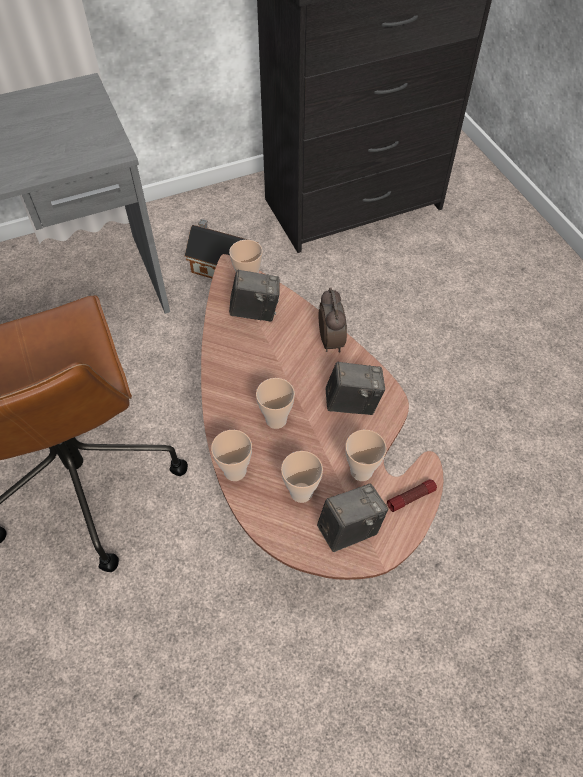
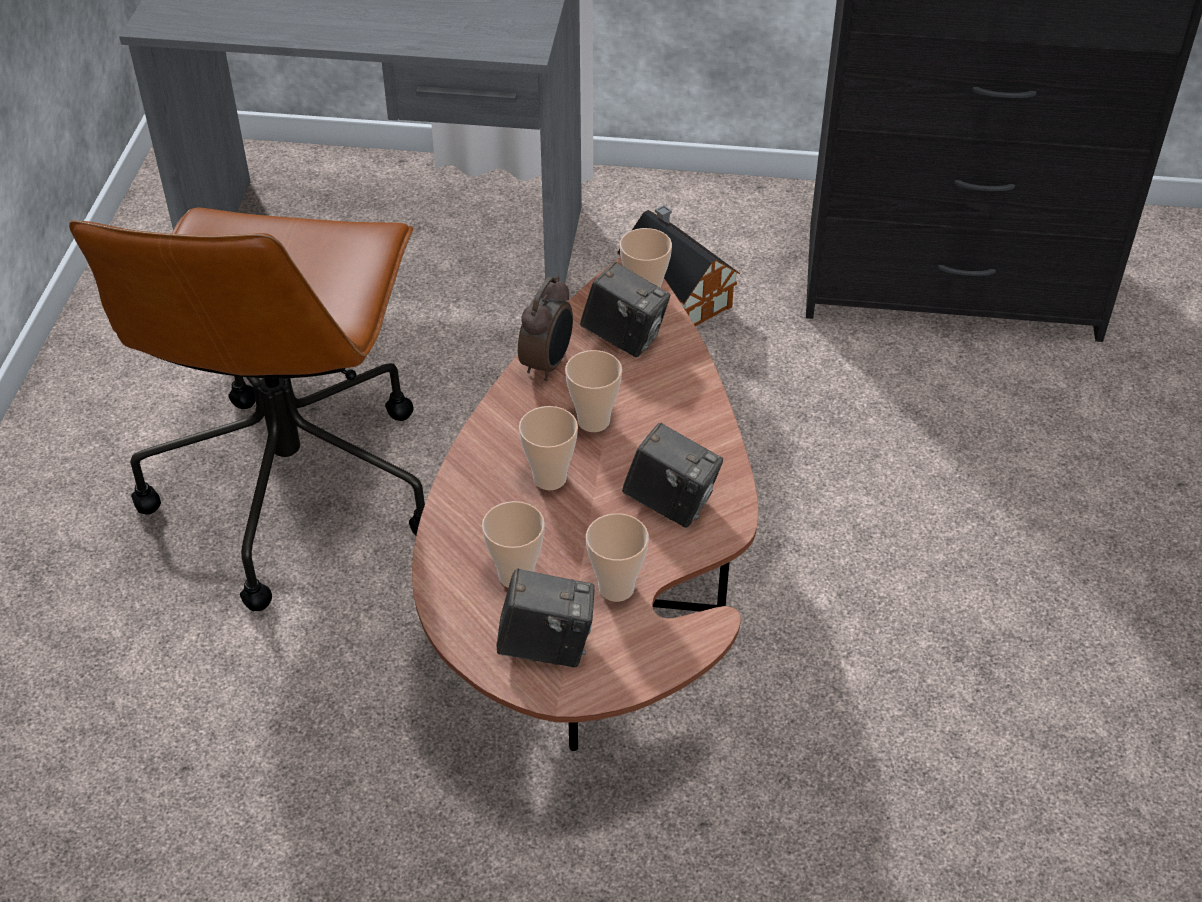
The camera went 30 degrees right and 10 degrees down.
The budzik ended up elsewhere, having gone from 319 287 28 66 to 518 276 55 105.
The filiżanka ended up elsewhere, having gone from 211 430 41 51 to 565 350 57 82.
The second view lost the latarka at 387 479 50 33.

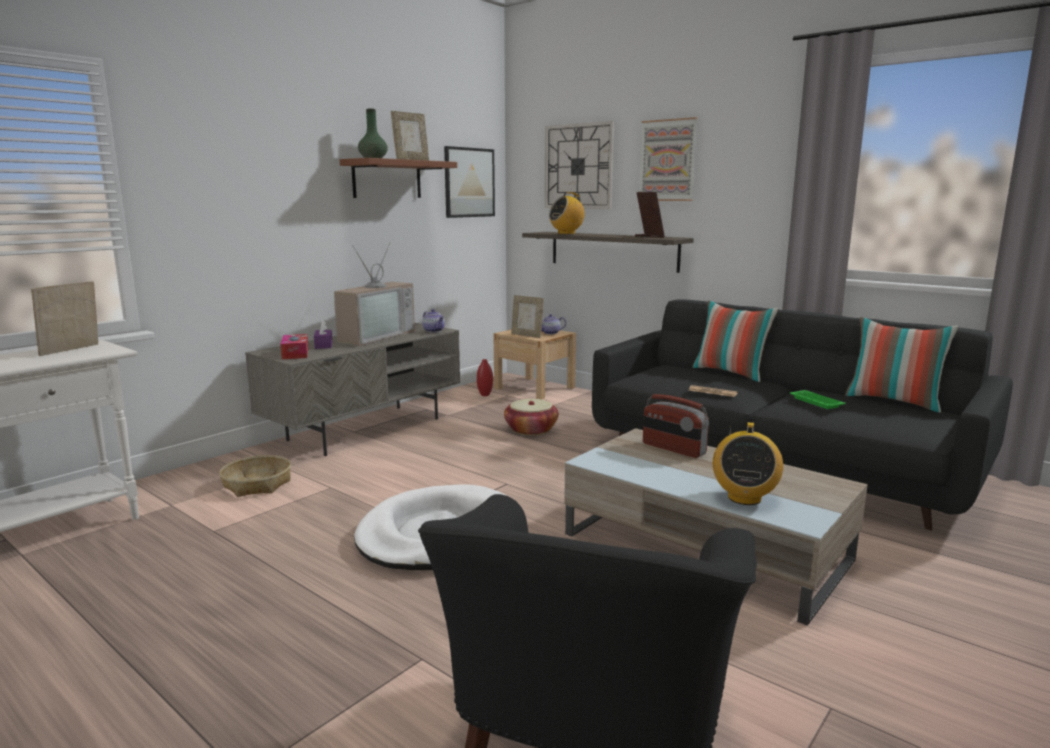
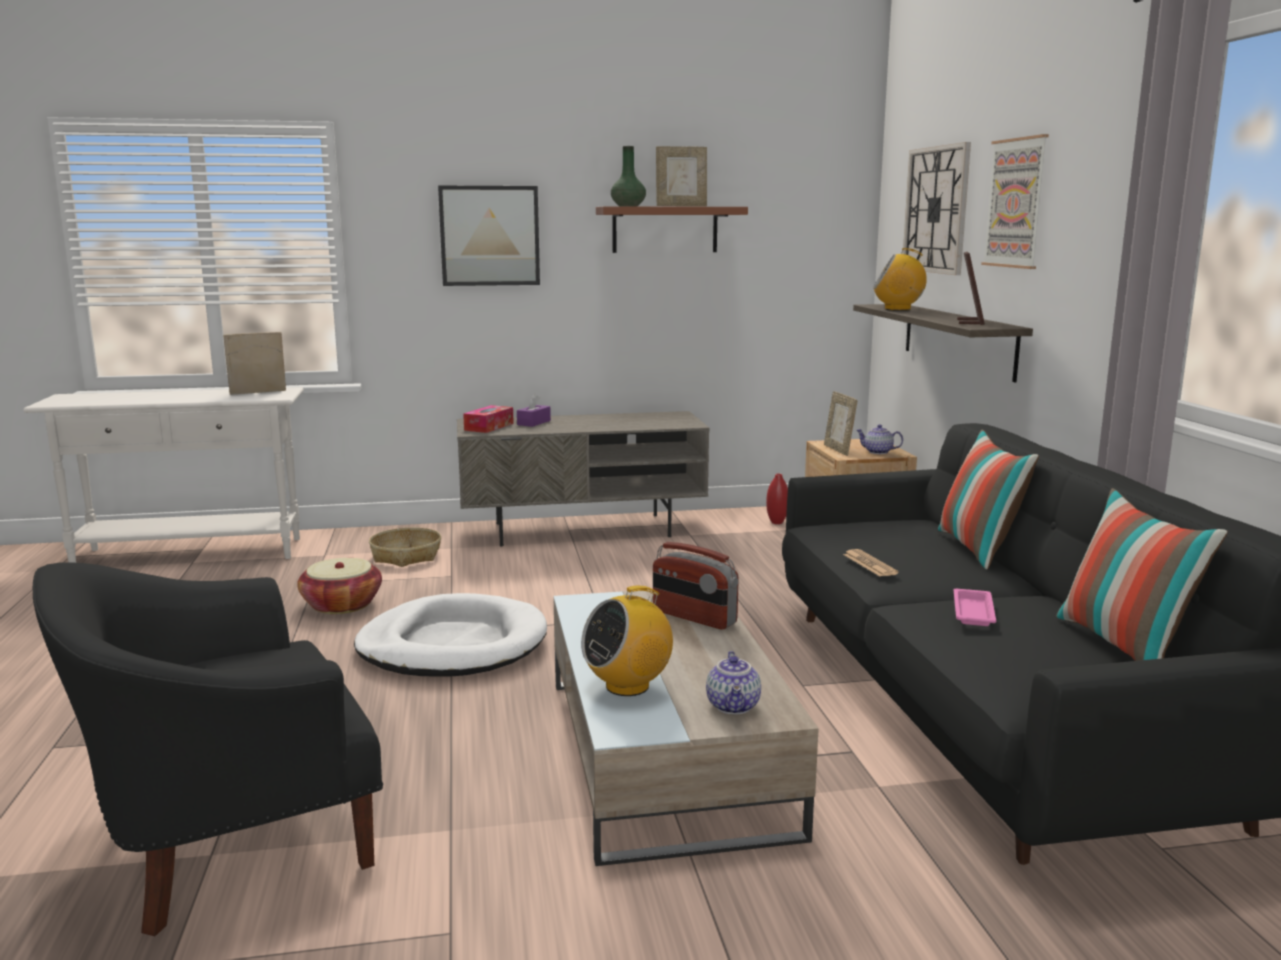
The camera went 40 degrees right and 0 degrees up.
The koszyk ended up elsewhere, having gone from 504 399 55 37 to 297 558 85 56.
The obraz ended up elsewhere, having gone from 444 146 51 72 to 438 185 102 101.
The radio at 643 394 66 64 ended up facing another way, 45 degrees counterclockwise from before.
The imbryk ended up elsewhere, having gone from 422 309 23 23 to 706 651 55 63.
What was the taca/zielony at 790 390 56 19 turned into the taca/różowy at 954 589 42 37.
The second view lost the telewizor at 334 242 81 104.

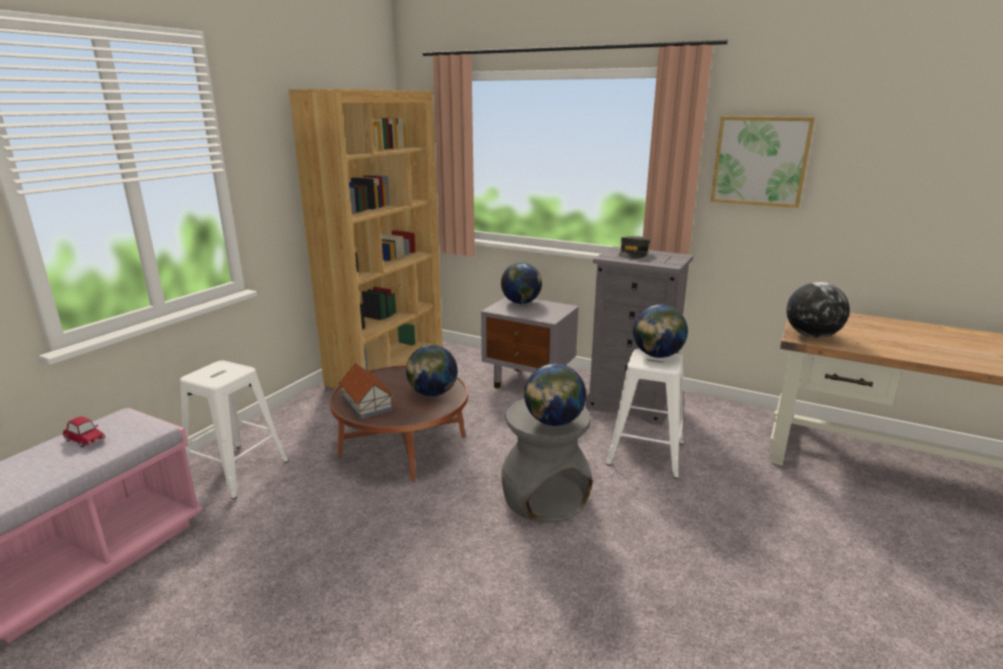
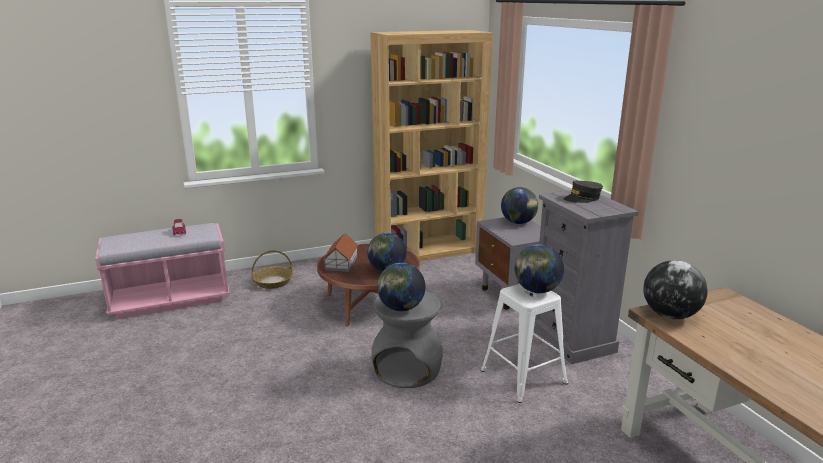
The camera went 40 degrees right and 0 degrees up.
Where the stołek/biały stood at 180 361 108 138, the koszyk came to stand at 251 250 42 39.
The second view lost the obraz at 710 116 105 92.

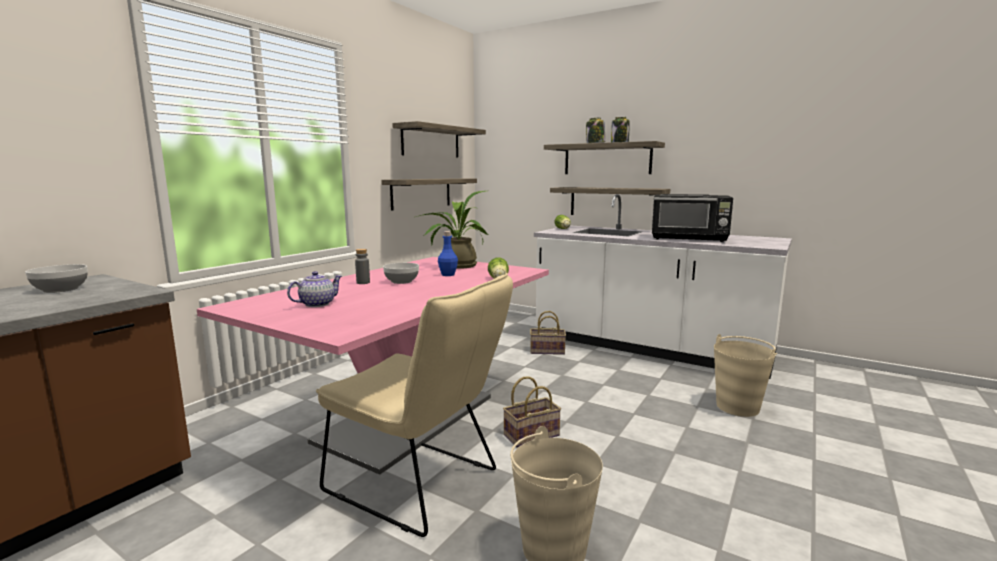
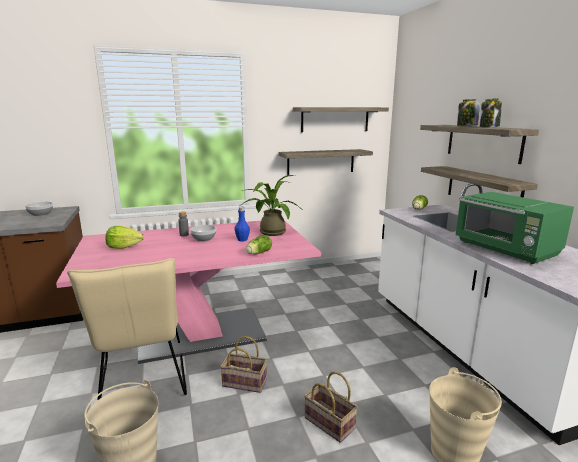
The camera went 40 degrees right and 5 degrees up.
Where the imbryk stood at 287 271 55 36, the sałata came to stand at 105 226 39 23.
The koszyk ended up elsewhere, having gone from 530 311 36 44 to 304 371 54 72.
What was the mikrofalówka/czarny at 652 194 81 48 turned into the mikrofalówka/zielony at 455 192 119 72.

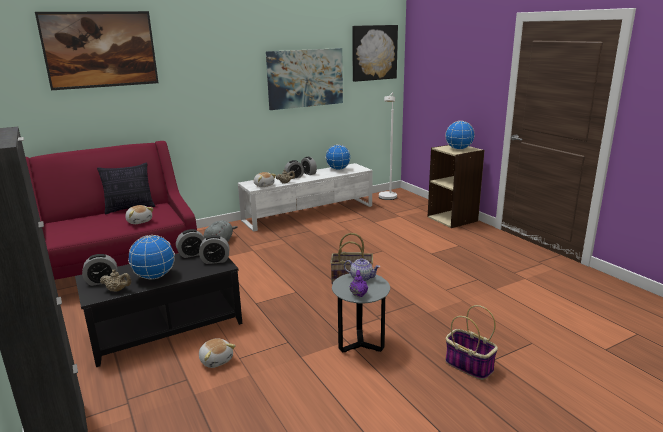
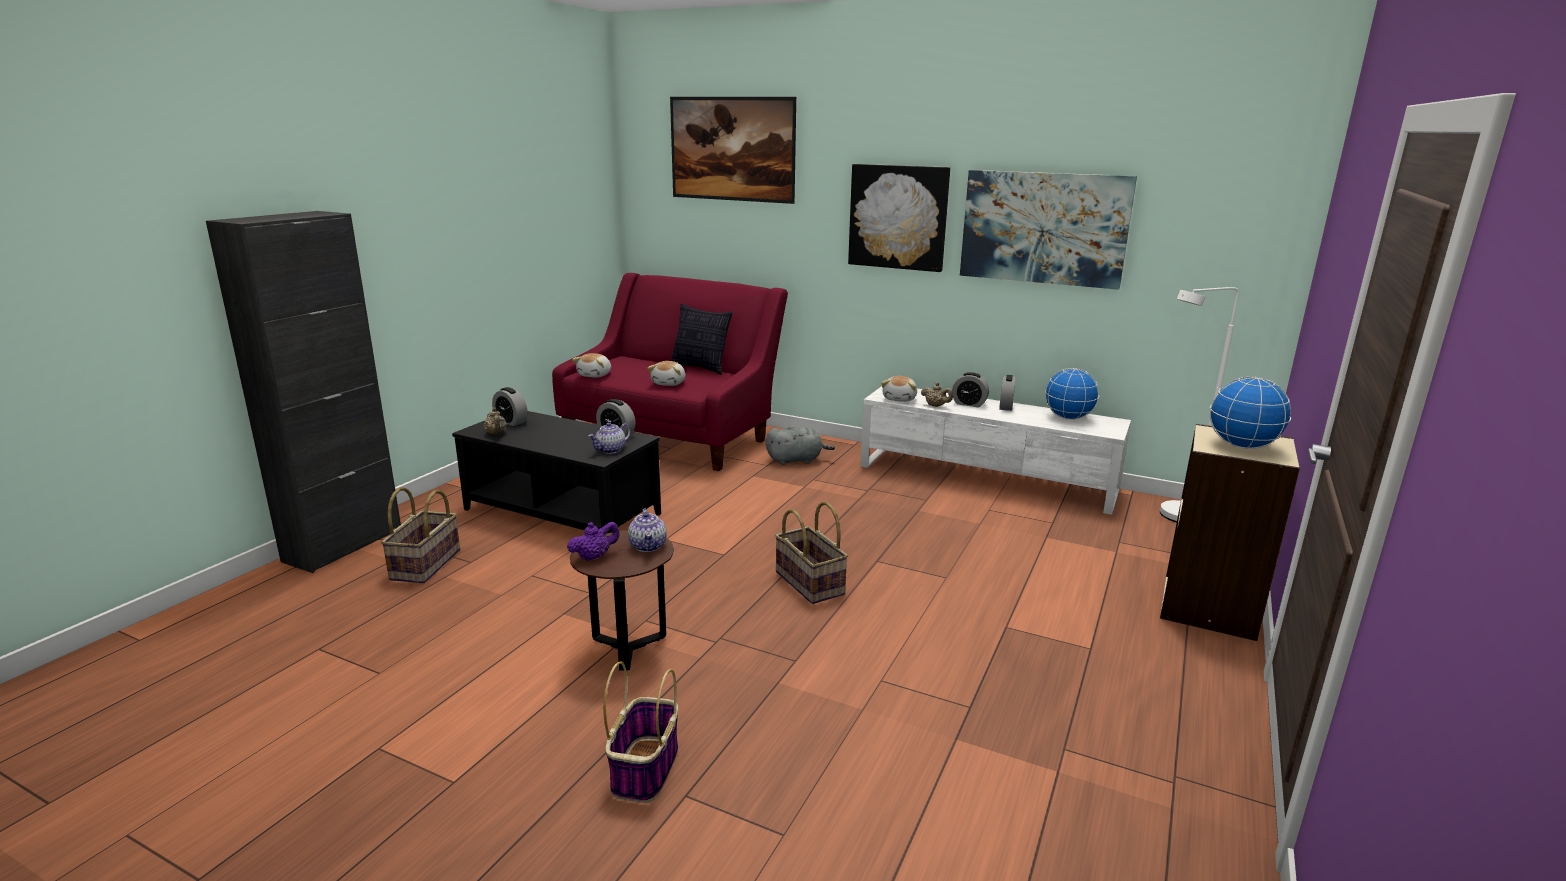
The camera went 55 degrees right and 0 degrees up.
The second view gained the koszyk at 381 487 79 96.
What was the stolik/szary at 332 273 58 79 turned into the stolik/brązowy at 570 530 104 140.
The pluszak ended up elsewhere, having gone from 199 338 37 30 to 572 353 39 25.
Where the budzik stood at 199 235 31 29, the imbryk came to stand at 588 422 43 32.
The obraz ended up elsewhere, having gone from 352 25 46 57 to 848 164 102 108.
The second view lost the globus at 128 235 47 44.

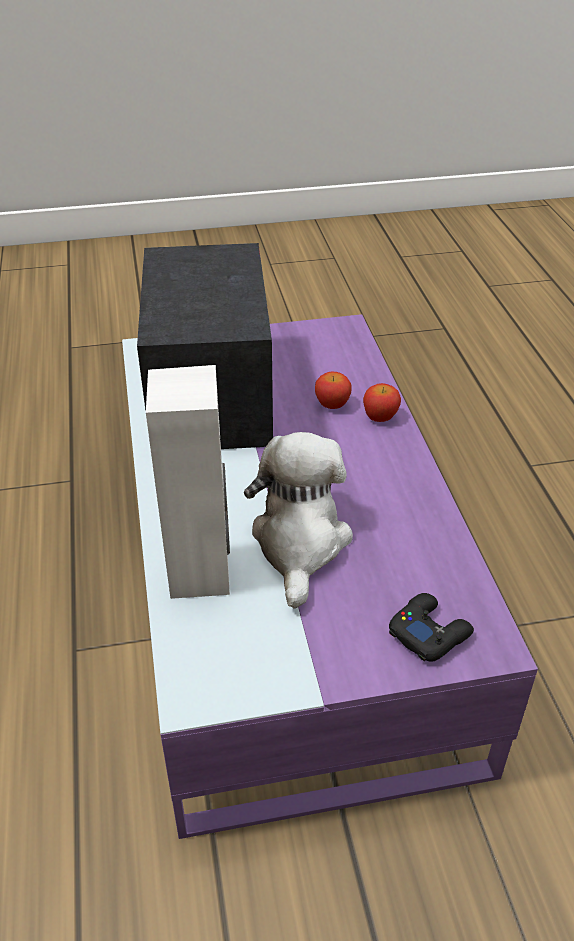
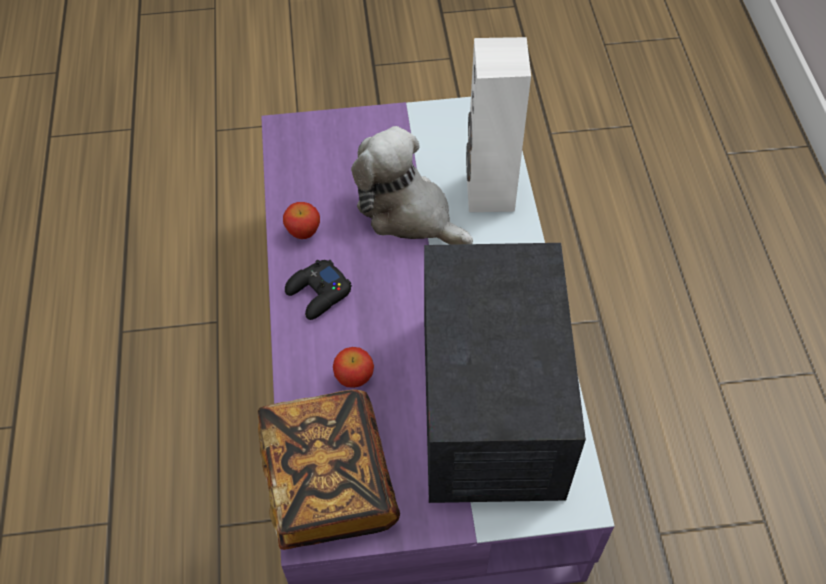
The camera went 175 degrees left and 15 degrees up.
The second view gained the książka at 258 389 142 161.
The jabłko ended up elsewhere, having gone from 363 383 38 39 to 283 202 37 37.
The pad do gier/czarny ended up elsewhere, having gone from 389 593 85 69 to 285 260 67 60.
The pluszak at 244 432 109 177 ended up facing another way, 120 degrees clockwise from before.

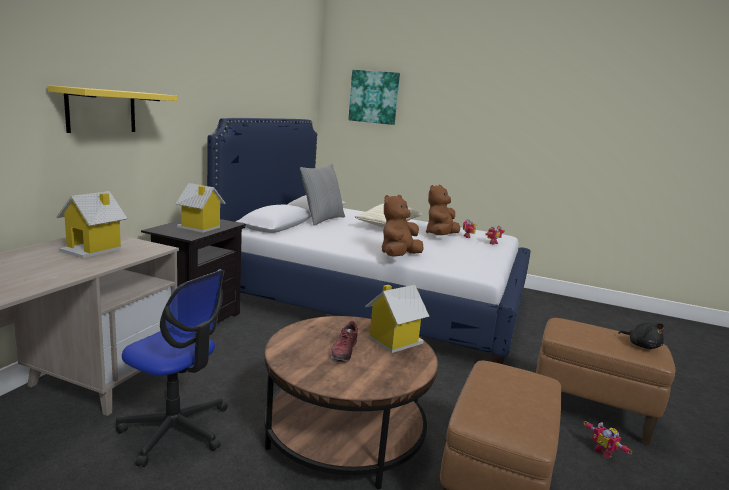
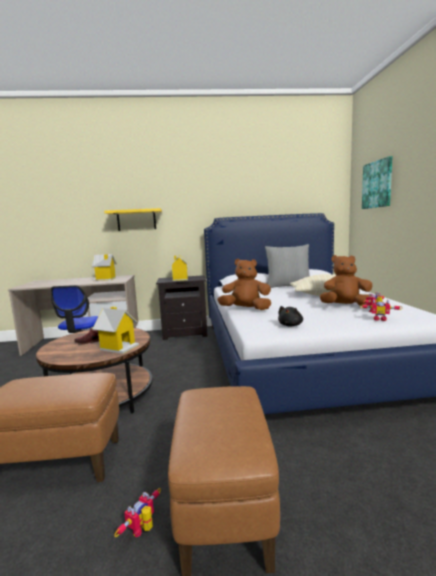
The camera went 65 degrees right and 5 degrees down.
The pluszak/czarny ended up elsewhere, having gone from 619 323 45 26 to 278 306 25 20.

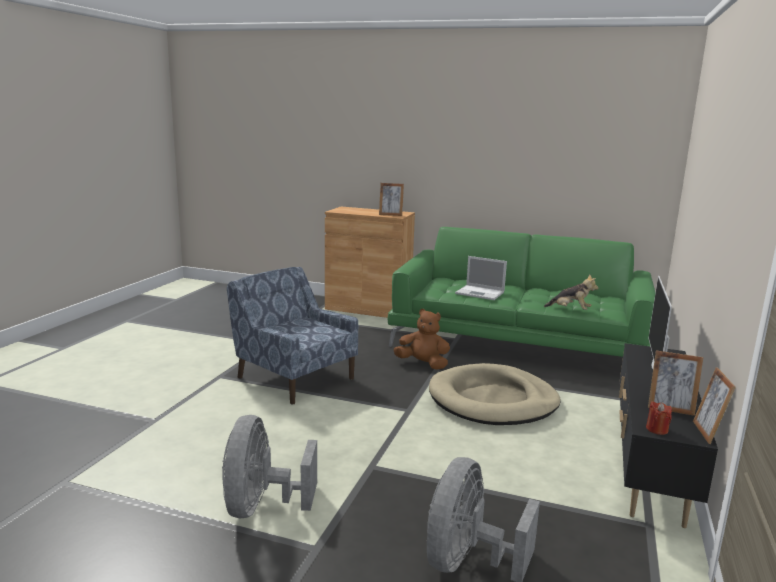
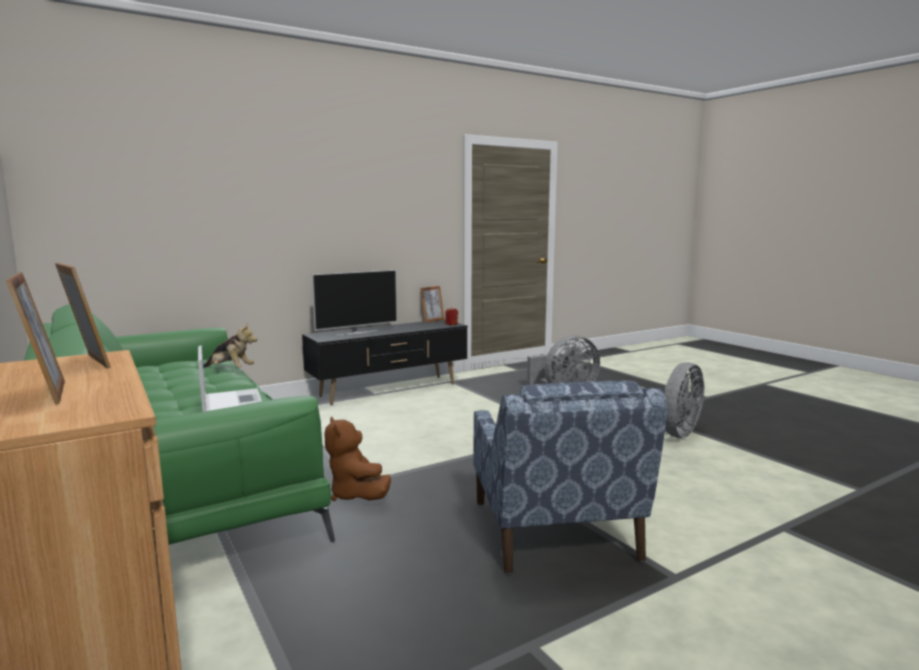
The camera went 140 degrees left and 5 degrees down.
The ramka na zdjęcie ended up elsewhere, having gone from 648 350 55 66 to 6 272 59 133.
The pluszak at 544 275 54 35 ended up facing another way, 135 degrees clockwise from before.
The second view lost the legowisko/beżowy at 429 363 131 62.

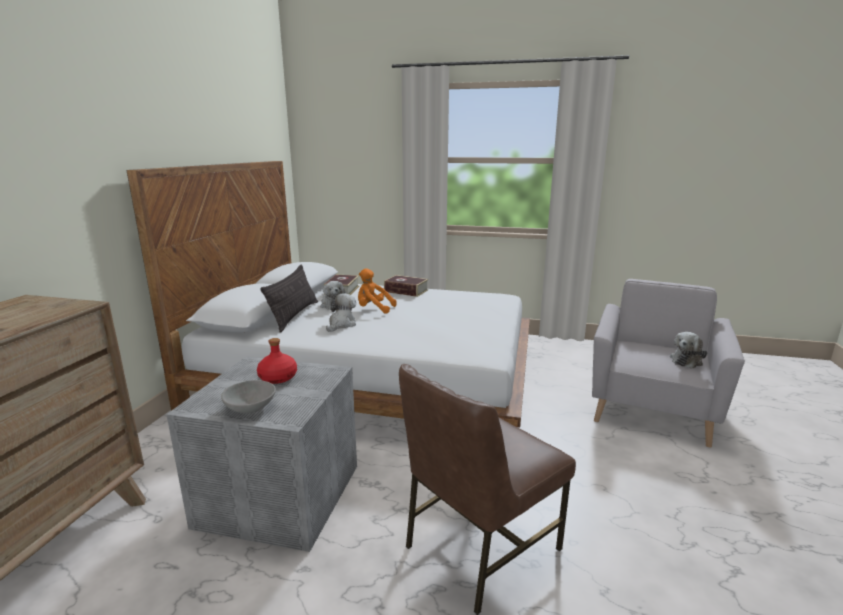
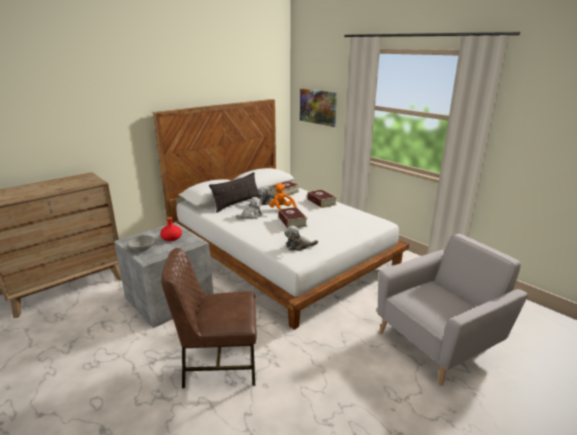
The camera went 35 degrees right and 5 degrees up.
The second view gained the książka at 278 207 30 21.
The pluszak ended up elsewhere, having gone from 670 332 37 37 to 285 226 33 25.
The second view gained the obraz at 300 89 37 38.

